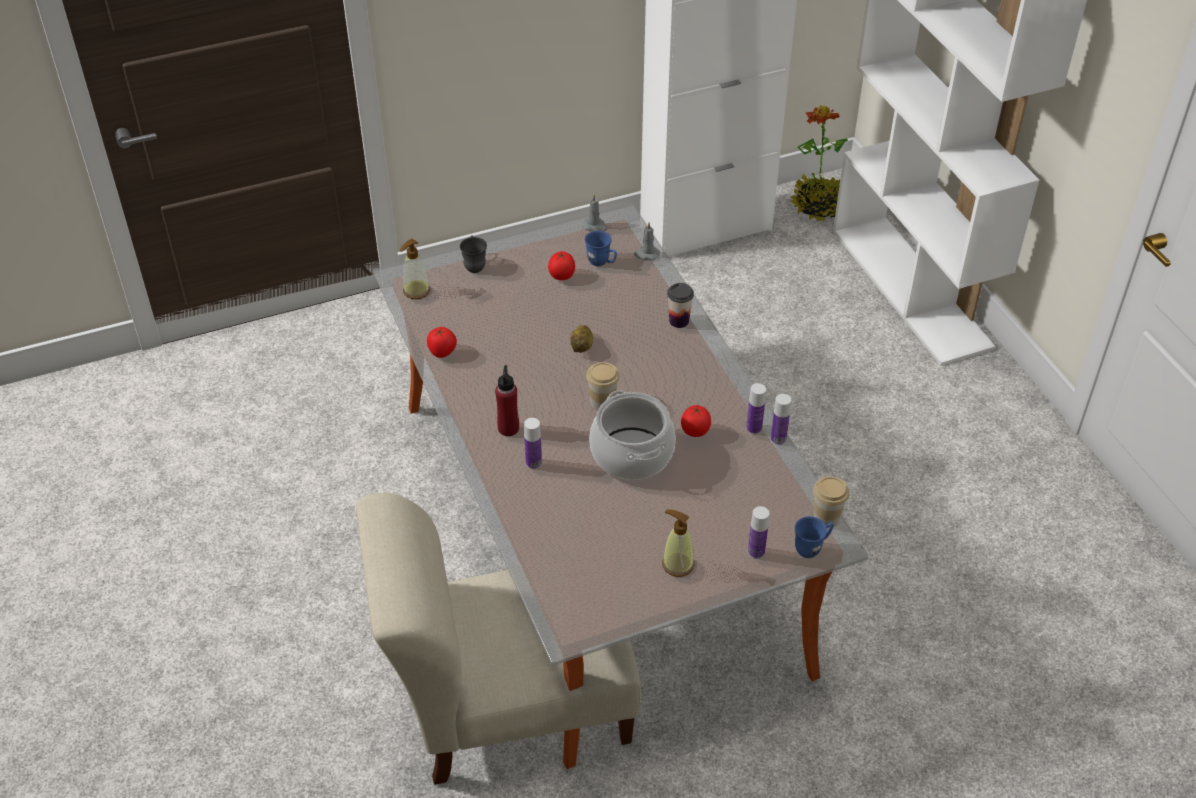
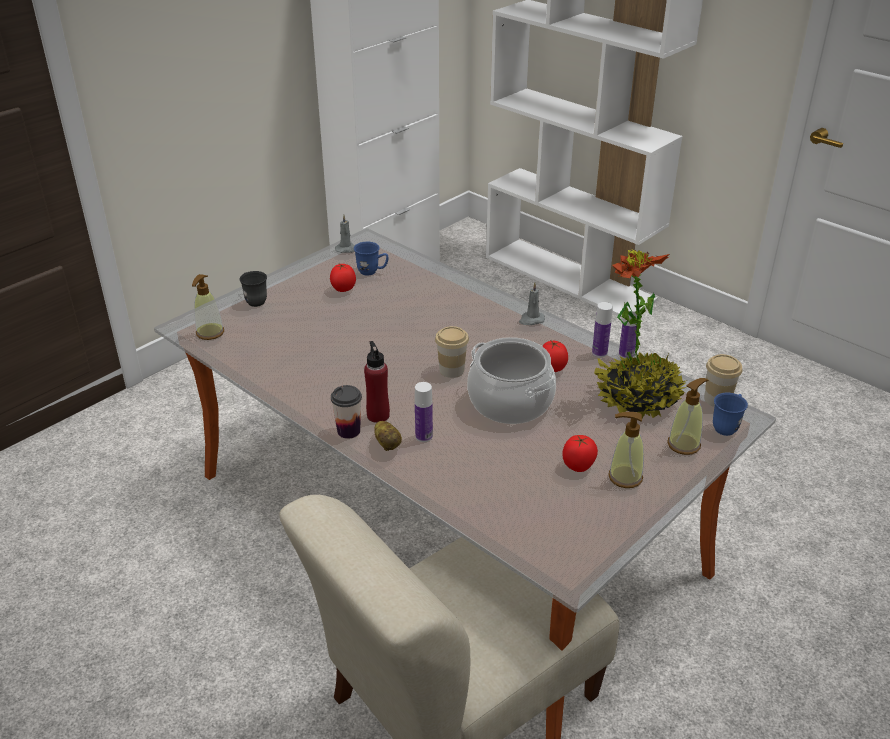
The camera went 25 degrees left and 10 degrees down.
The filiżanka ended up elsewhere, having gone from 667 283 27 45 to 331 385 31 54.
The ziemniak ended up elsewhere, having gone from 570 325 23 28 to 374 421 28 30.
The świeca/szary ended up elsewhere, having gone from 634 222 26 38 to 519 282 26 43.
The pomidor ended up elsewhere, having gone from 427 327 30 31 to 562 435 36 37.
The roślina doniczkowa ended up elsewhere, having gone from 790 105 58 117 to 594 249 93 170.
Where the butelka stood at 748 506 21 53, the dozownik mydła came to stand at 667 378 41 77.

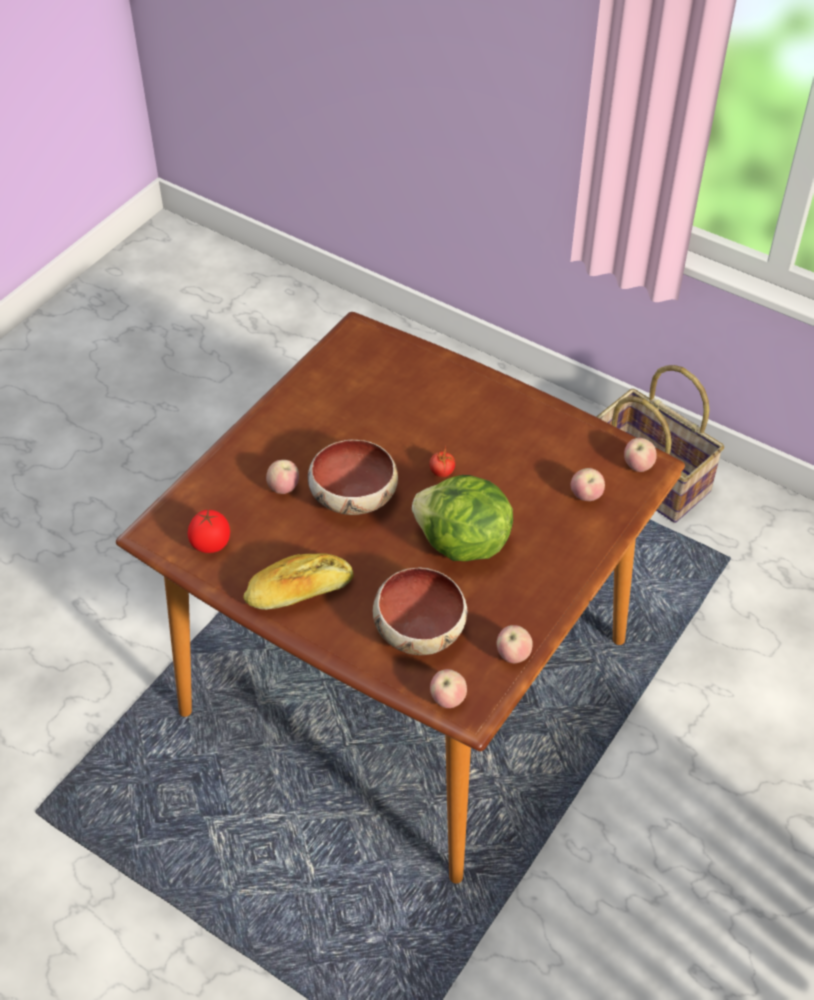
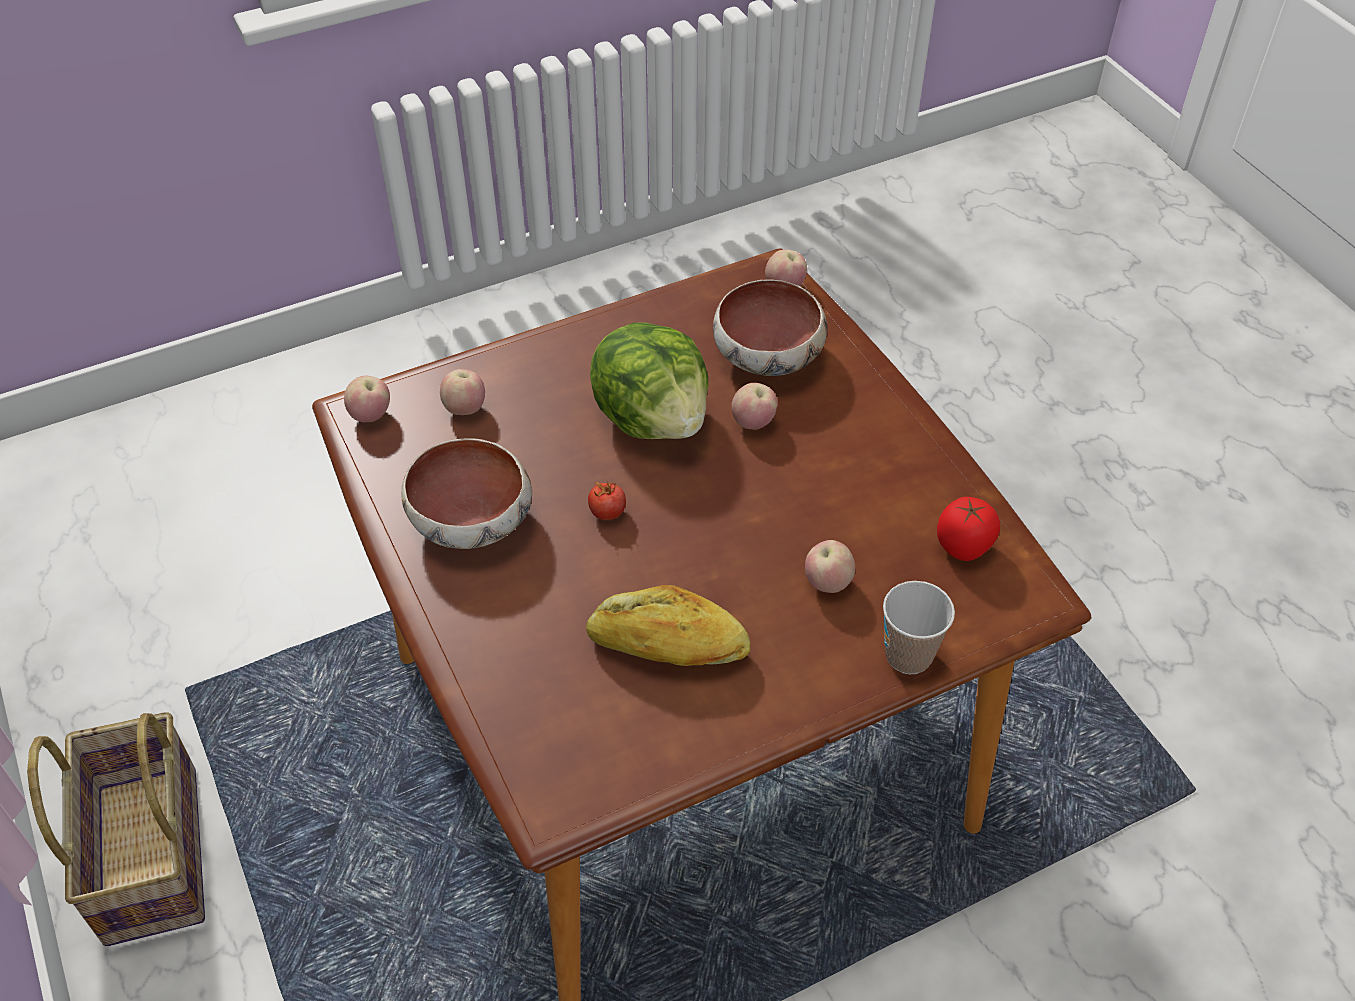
The camera went 150 degrees left and 0 degrees up.
The miska ended up elsewhere, having gone from 308 440 90 75 to 401 438 131 111.
The chleb ended up elsewhere, having gone from 243 553 111 57 to 586 585 165 81.
The jabłko ended up elsewhere, having gone from 496 625 37 38 to 731 383 46 47.
The second view gained the filiżanka at 883 581 72 93.

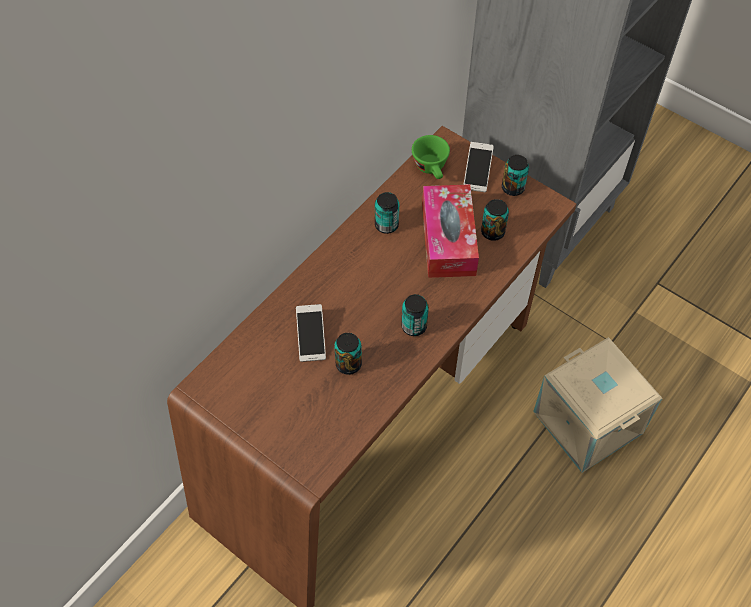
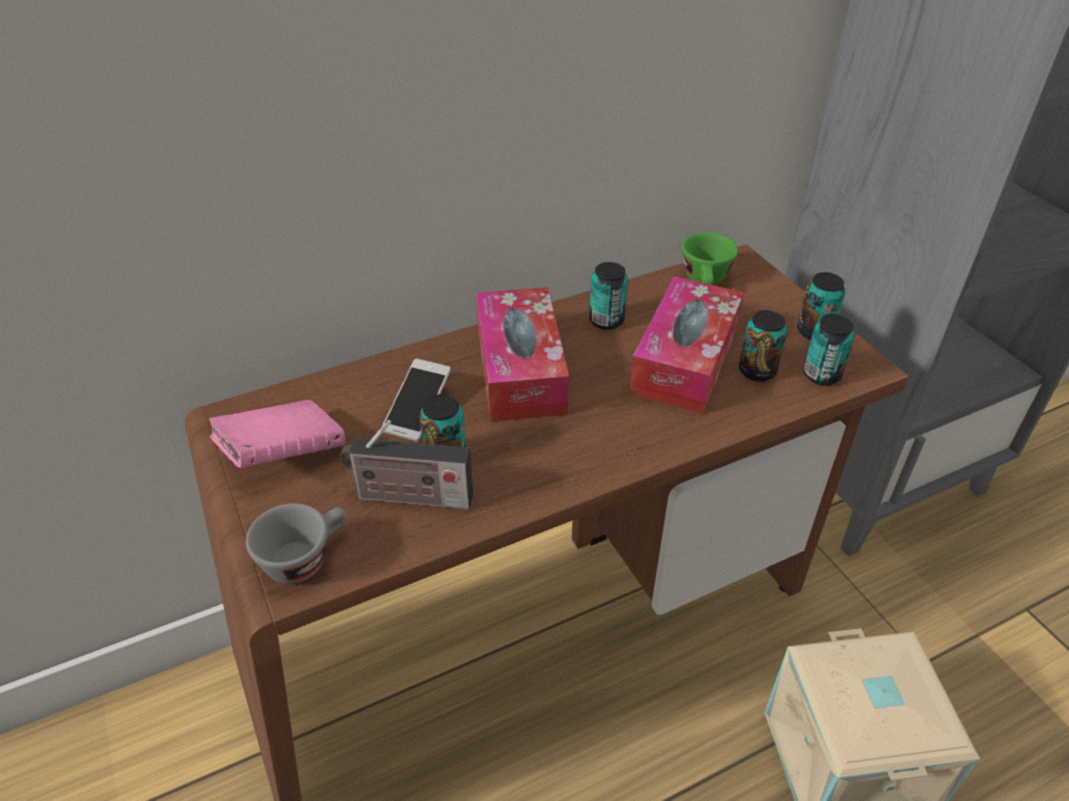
The camera went 25 degrees right and 15 degrees down.
The second view gained the książka/różowy at 209 400 136 68.
The second view gained the filiżanka/szary at 246 503 100 81.
The second view gained the radio at 340 420 133 89.
The second view gained the pudełko chusteczek at 476 287 93 135.
The puszka ended up elsewhere, having gone from 401 294 28 42 to 803 314 52 72.
The second view lost the telefon at 463 142 31 50.

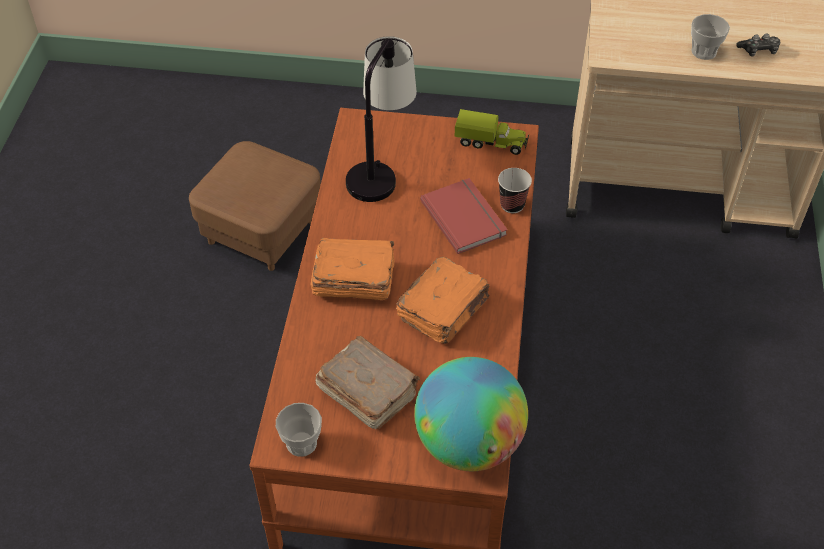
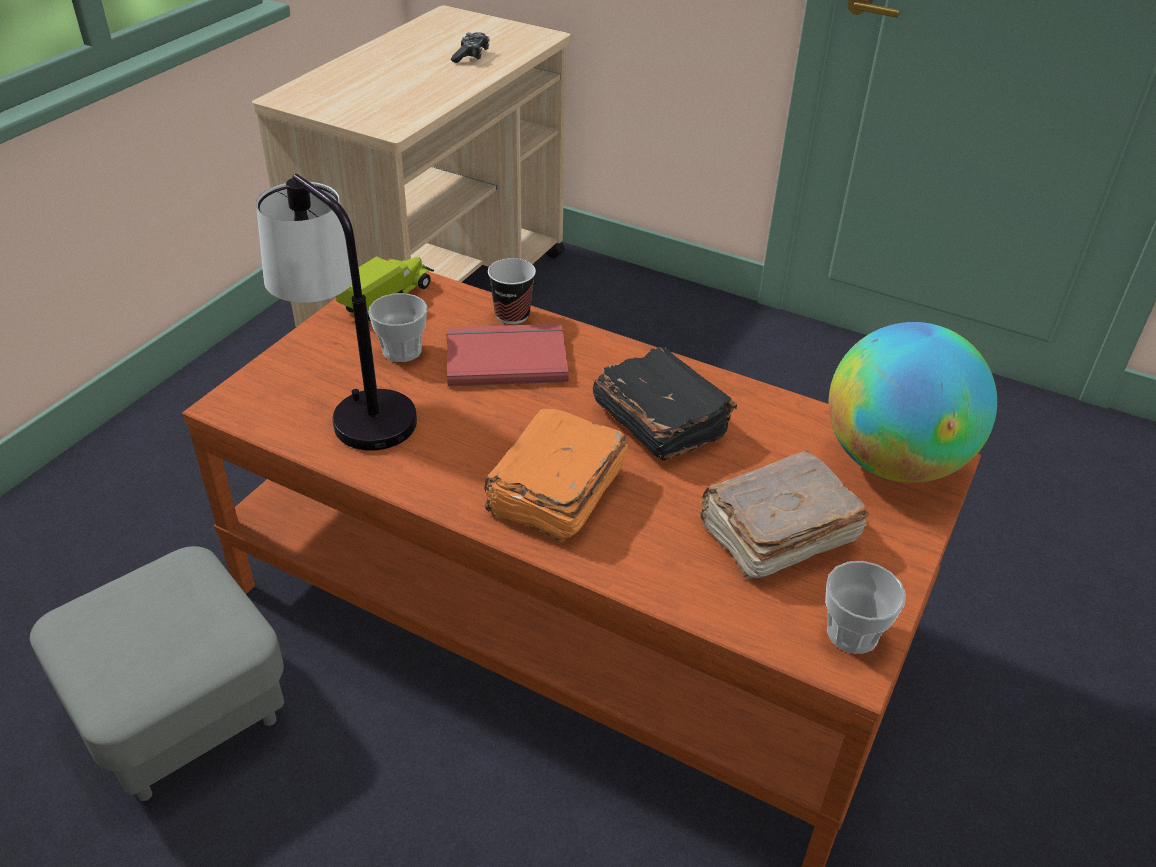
The camera went 70 degrees left and 10 degrees down.
What was the pufa/brązowy at 189 141 132 130 turned into the pufa/szary at 30 546 254 255.
The filiżanka ended up elsewhere, having gone from 691 14 39 46 to 368 293 59 69.
What was the książka/pomarańczowy at 396 257 93 87 turned into the książka/czarny at 593 347 144 114.

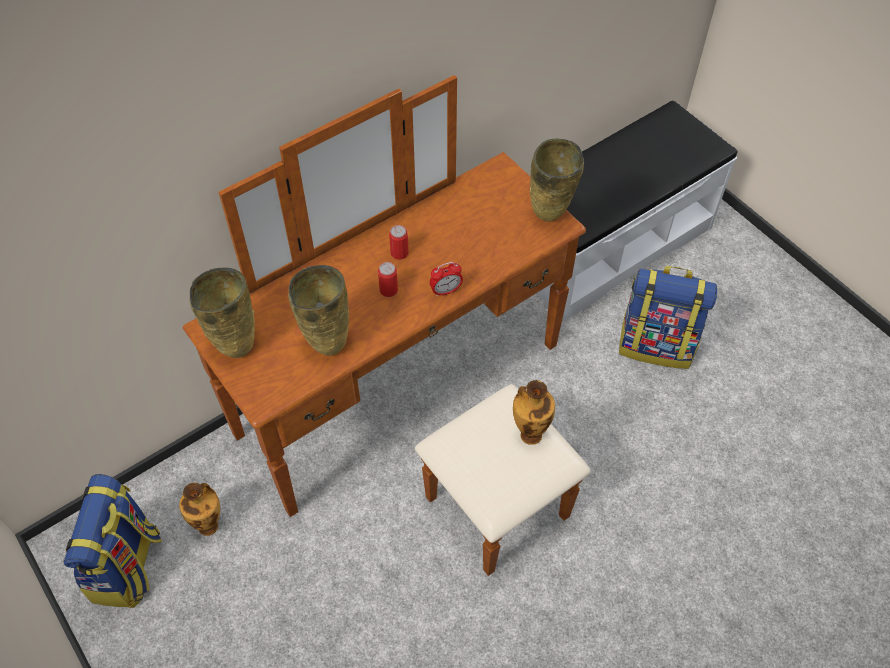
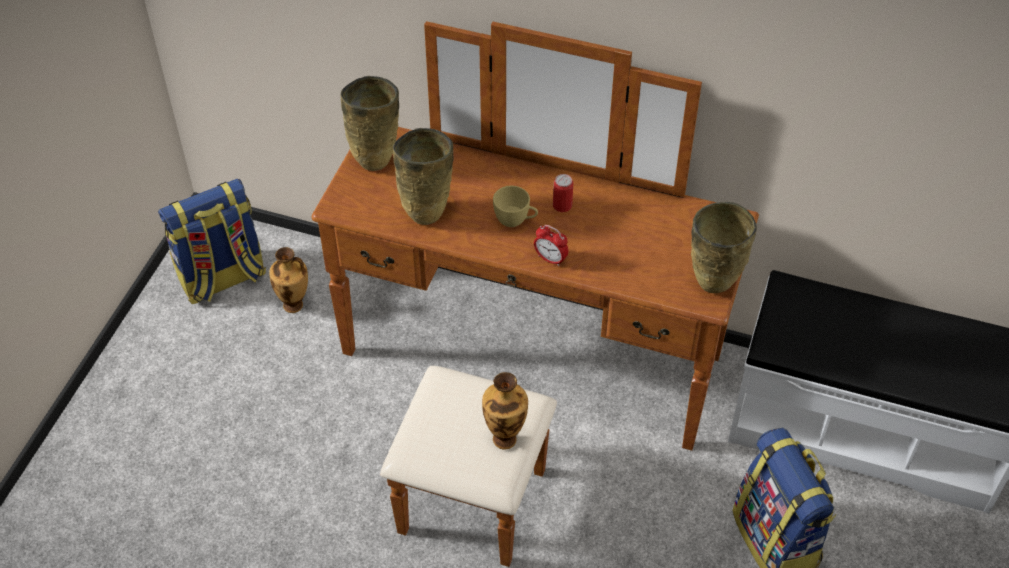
The camera went 55 degrees right and 5 degrees down.
Where the puszka stood at 378 262 20 35, the filiżanka/żółty came to stand at 493 186 45 41.

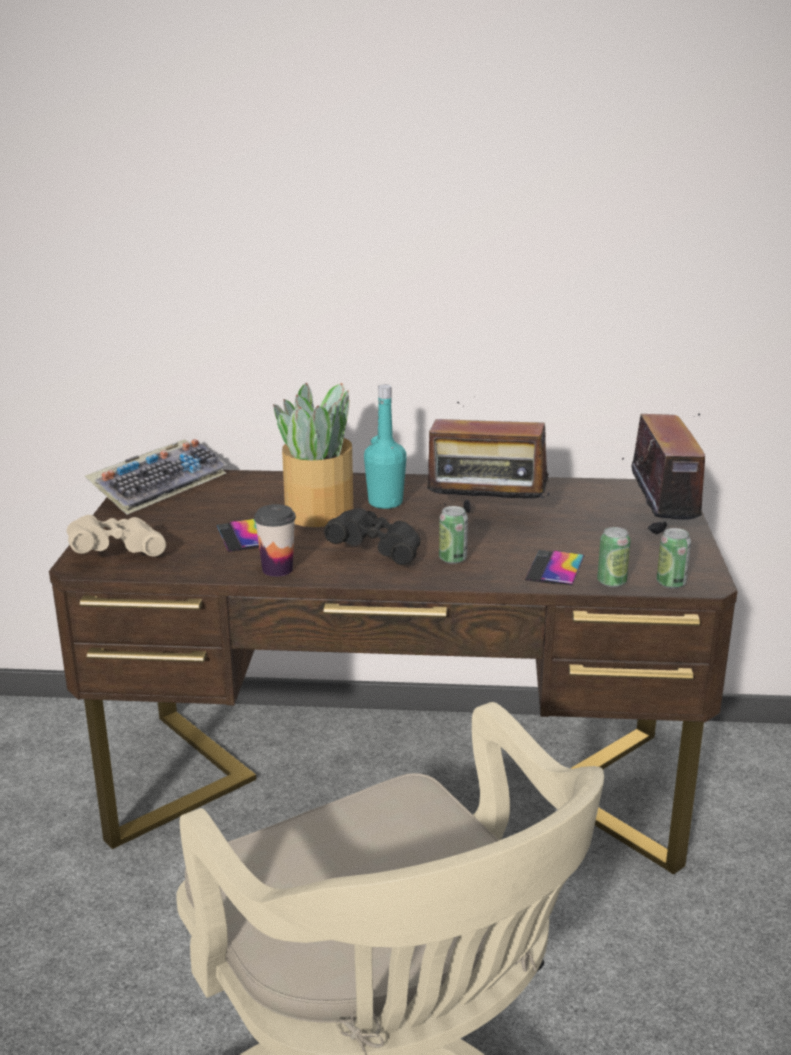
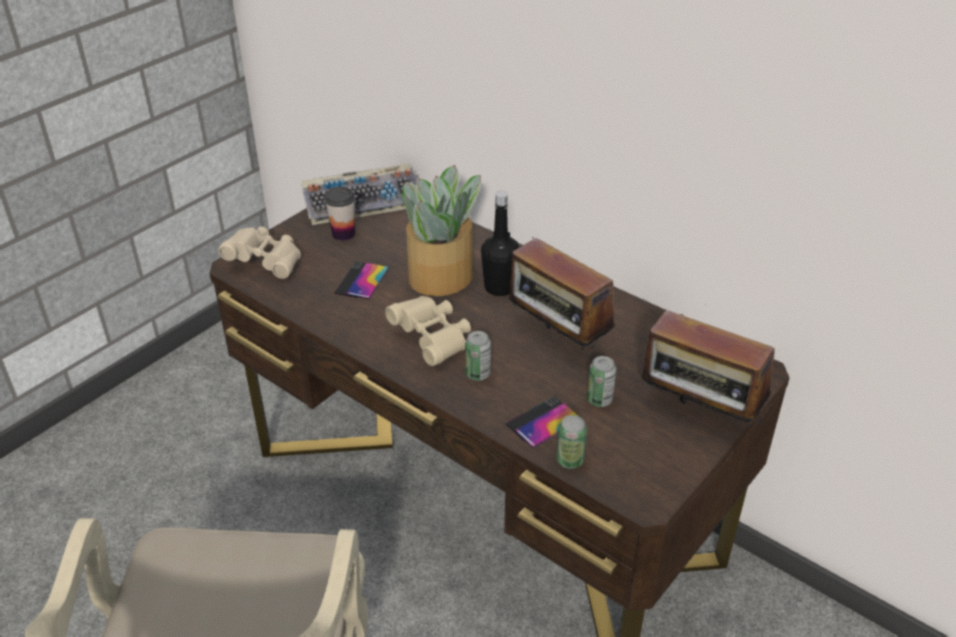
The camera went 35 degrees right and 15 degrees up.
The filiżanka ended up elsewhere, having gone from 254 504 42 73 to 324 187 31 54.
What was the lornetka/czarny at 324 508 97 57 turned into the lornetka/beżowy at 385 296 86 70.
What was the butelka/turkusowy at 364 385 43 124 turned into the butelka/czarny at 481 191 38 105.
The puszka ended up elsewhere, having gone from 657 528 34 61 to 587 356 29 51.
The radio at 622 414 83 120 ended up facing another way, 90 degrees clockwise from before.

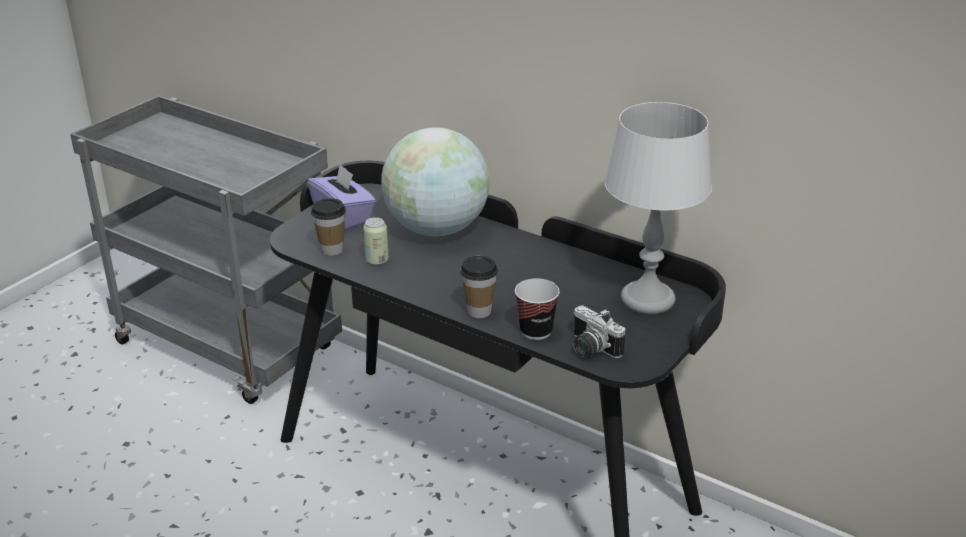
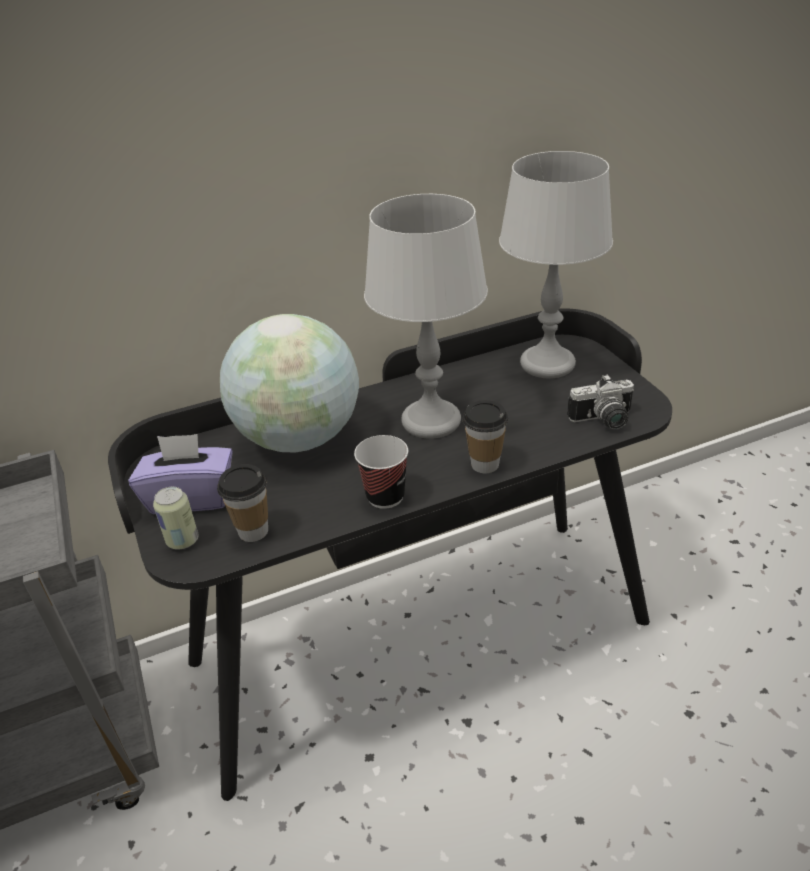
The camera went 55 degrees left and 5 degrees up.
The puszka ended up elsewhere, having gone from 363 217 26 48 to 153 487 46 63.
The filiżanka ended up elsewhere, having gone from 515 278 45 62 to 354 435 54 74.
The second view gained the lampa stołowa/szary at 364 194 124 245.

